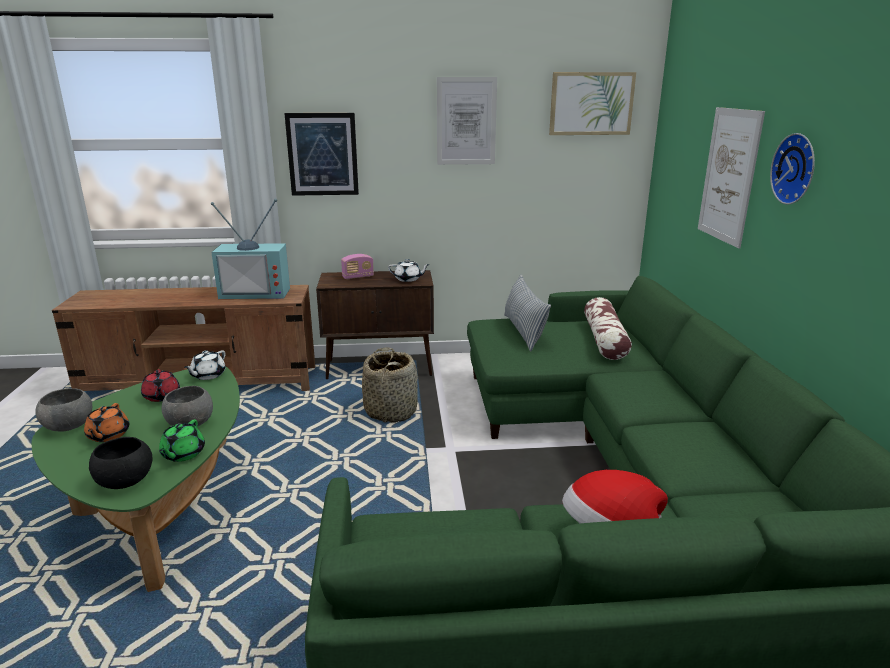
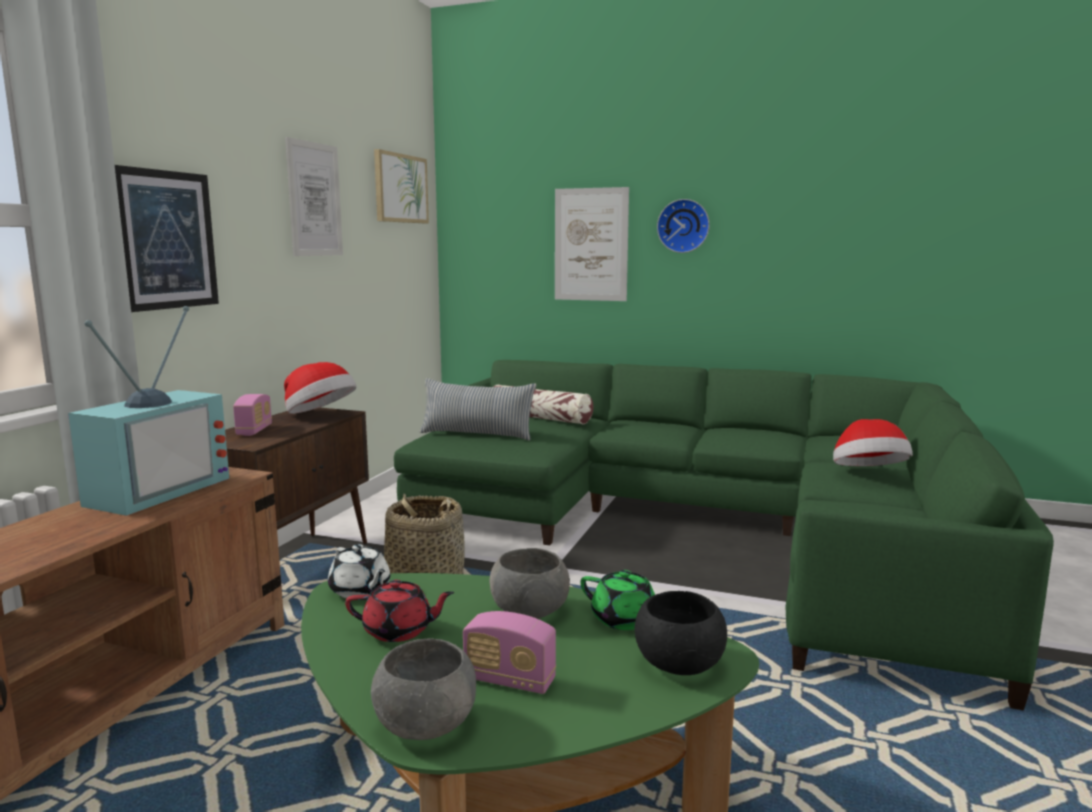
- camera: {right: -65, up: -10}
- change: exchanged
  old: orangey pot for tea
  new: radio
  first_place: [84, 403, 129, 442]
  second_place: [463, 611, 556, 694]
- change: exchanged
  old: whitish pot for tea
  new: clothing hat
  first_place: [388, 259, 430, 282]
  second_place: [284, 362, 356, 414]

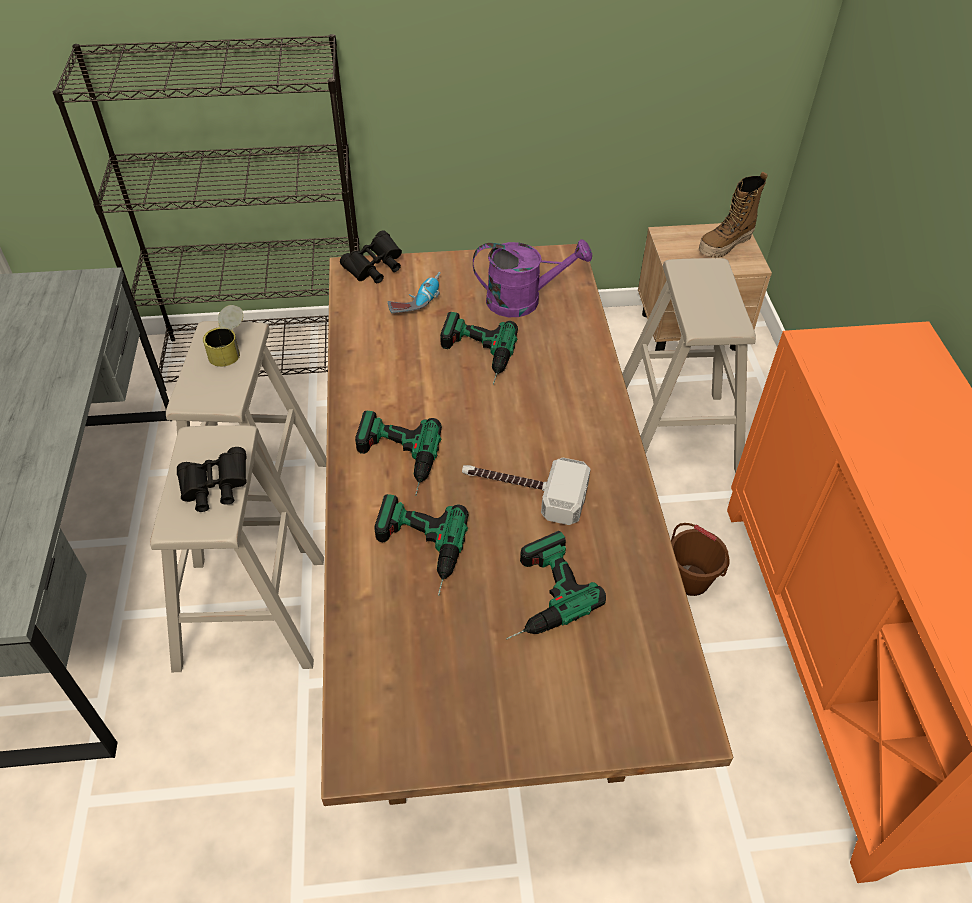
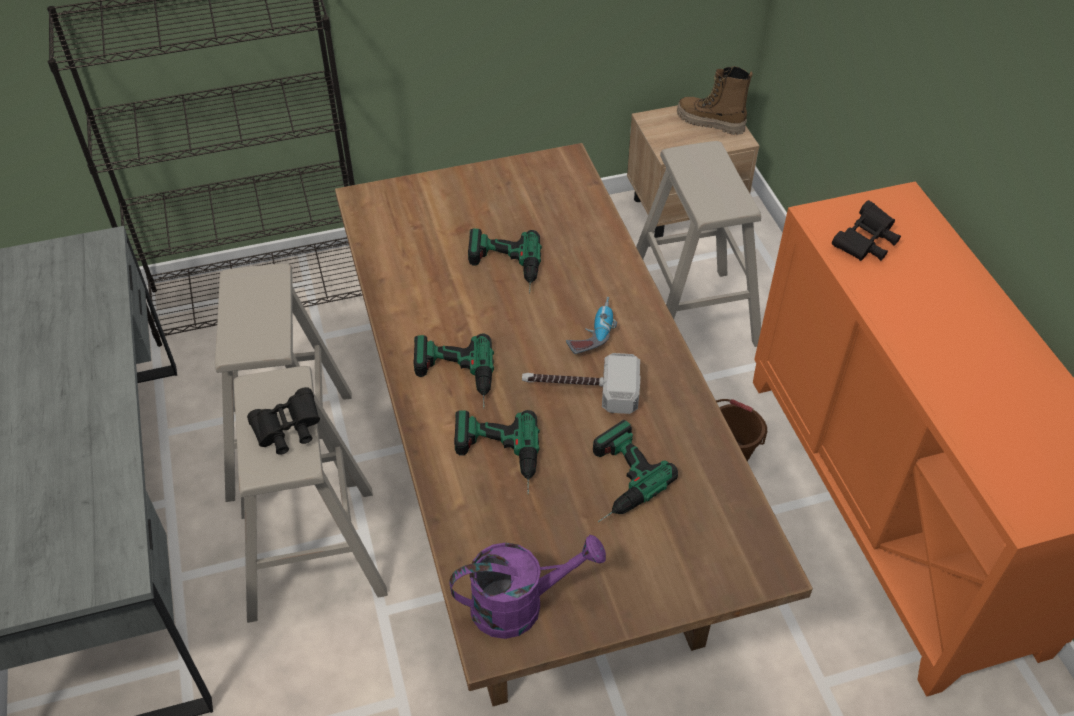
- camera: {right: -10, up: 0}
- change: missing
  old: metal can
  first_place: [203, 305, 243, 367]
- change: relocated
  old: black binoculars
  first_place: [340, 231, 402, 283]
  second_place: [832, 200, 901, 261]
- change: relocated
  old: power drill
  first_place: [388, 272, 441, 313]
  second_place: [566, 297, 617, 354]
- change: relocated
  old: purplish watering pot
  first_place: [473, 239, 592, 317]
  second_place: [449, 535, 606, 639]
- change: spun
  old: tall boot
  first_place: [699, 172, 768, 258]
  second_place: [677, 66, 753, 135]
  degrees: 75

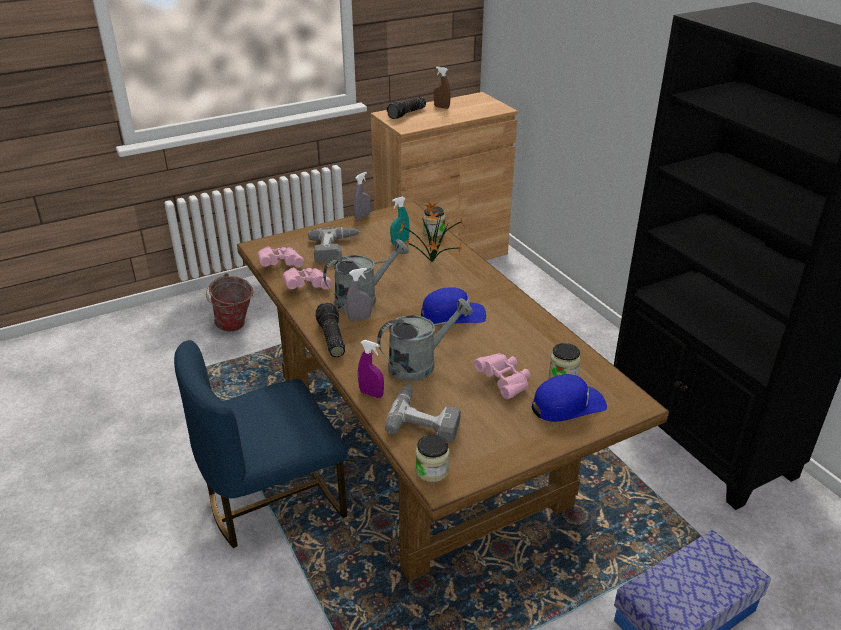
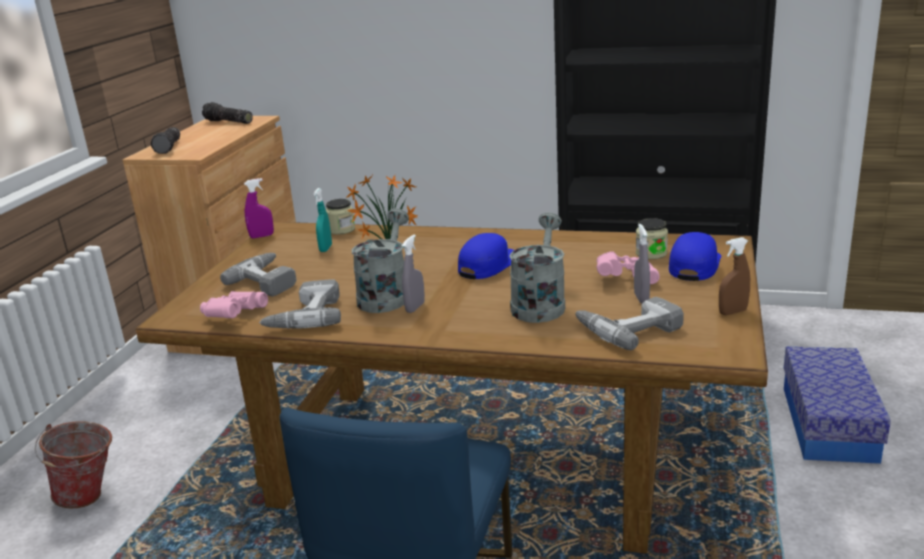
- camera: {right: -45, up: -10}
- change: missing
  old: preserve jar
  first_place: [416, 434, 450, 482]
- change: relocated
  old: torch
  first_place: [316, 303, 345, 357]
  second_place: [202, 102, 253, 124]
- change: relocated
  old: grey spray bottle
  first_place: [353, 172, 370, 220]
  second_place: [634, 224, 650, 303]
- change: relocated
  old: purplish spray bottle
  first_place: [358, 340, 384, 398]
  second_place: [244, 178, 274, 238]
- change: relocated
  old: brown spray bottle
  first_place: [434, 67, 451, 109]
  second_place: [719, 237, 750, 315]
- change: exchanged
  old: pink-coloured binoculars
  new: power drill
  first_place: [283, 268, 332, 290]
  second_place: [259, 279, 341, 329]

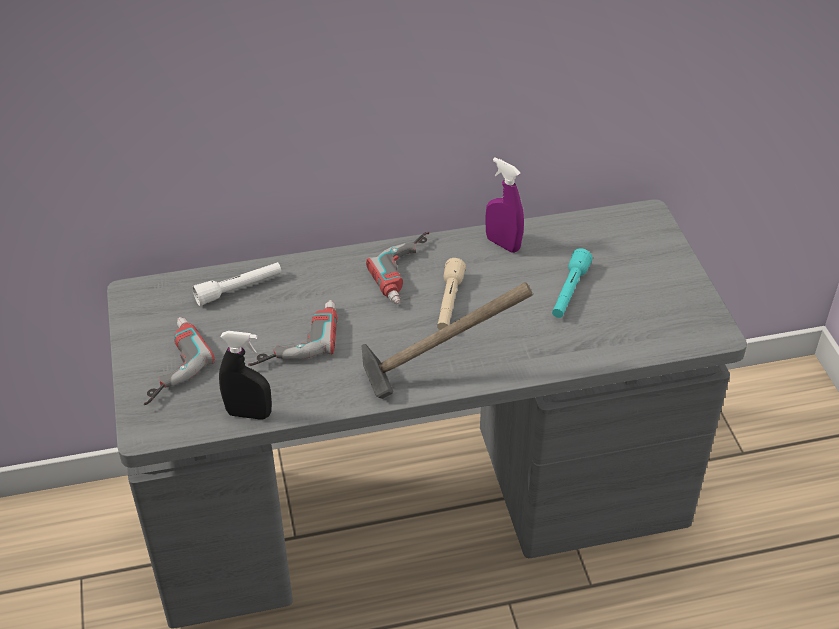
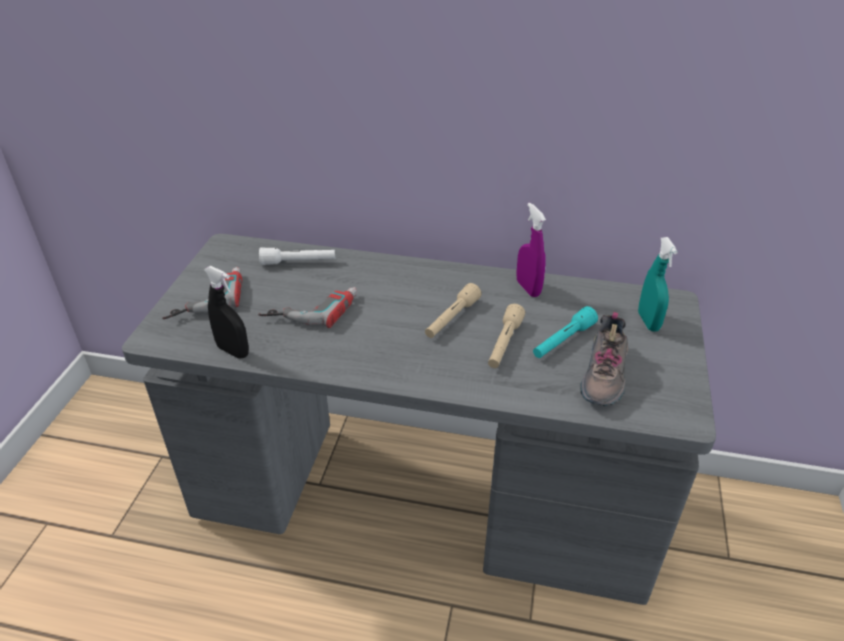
- camera: {right: 25, up: -5}
- change: missing
  old: tool hammer
  first_place: [362, 282, 533, 399]
- change: missing
  old: power drill
  first_place: [366, 232, 430, 304]
- change: appeared
  new: sand-coloured torch
  second_place: [488, 304, 525, 368]
- change: appeared
  new: shoe
  second_place: [580, 312, 628, 406]
- change: appeared
  new: blue-green spray bottle
  second_place: [638, 237, 678, 331]

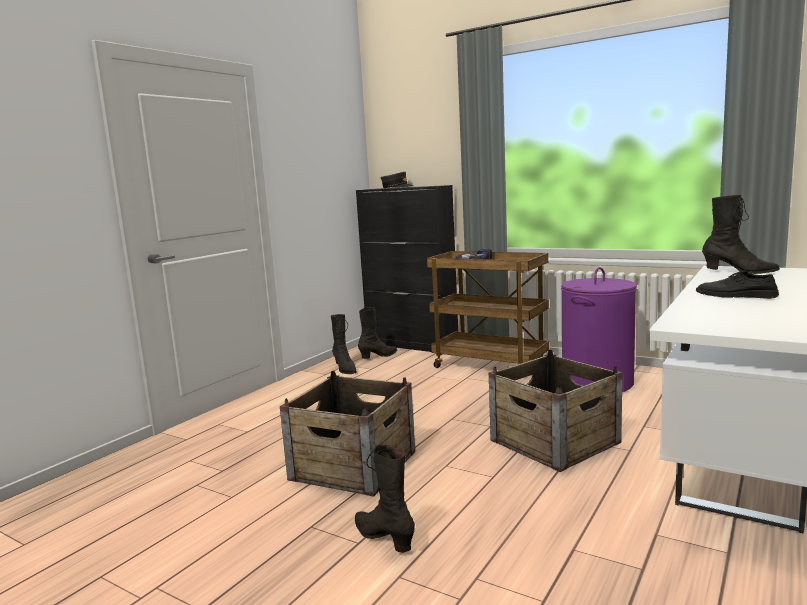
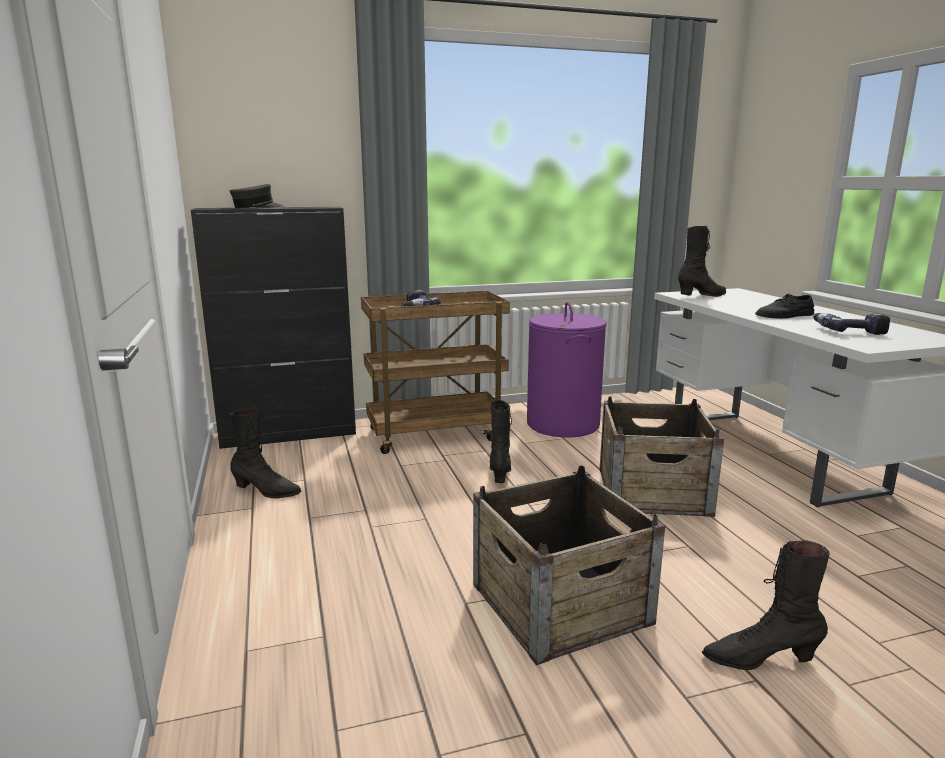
- camera: {right: -50, up: 5}
- change: appeared
  new: power drill
  second_place: [813, 313, 890, 335]
- change: relocated
  old: black tall boot
  first_place: [358, 307, 397, 359]
  second_place: [490, 400, 512, 483]

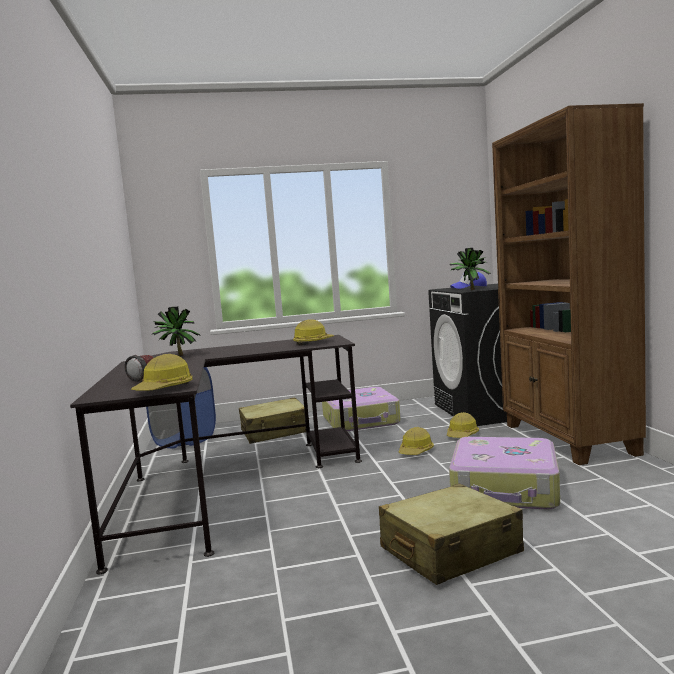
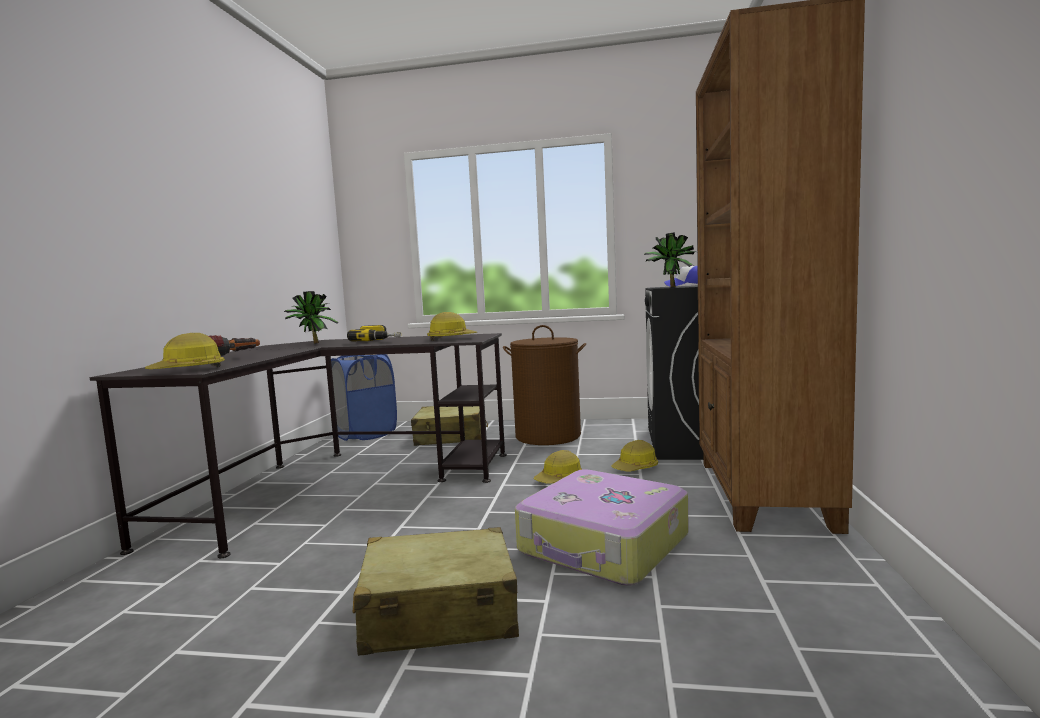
- camera: {right: 20, up: 0}
- change: appeared
  new: power drill
  second_place: [347, 325, 401, 341]
- change: exchanged
  old: travel case
  new: brown hamper
  first_place: [322, 387, 401, 431]
  second_place: [503, 325, 586, 445]

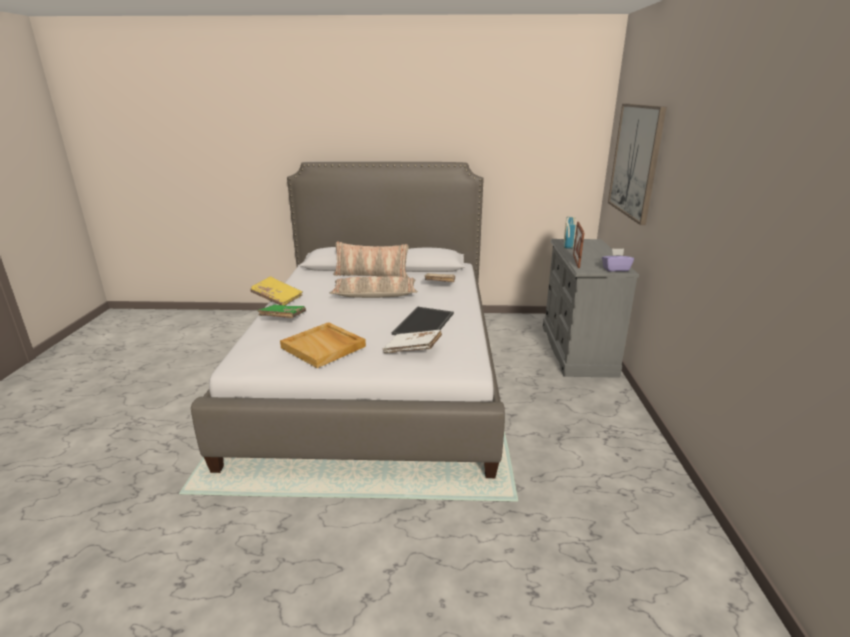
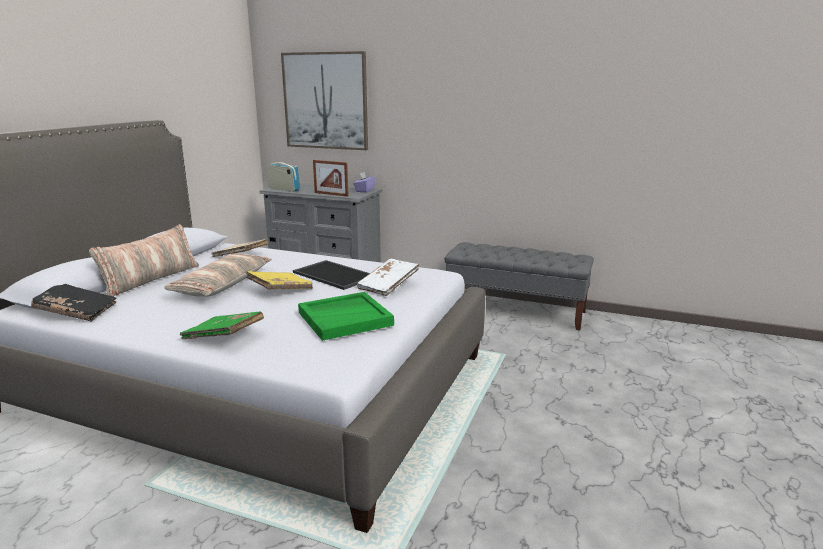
- camera: {right: -70, up: -5}
- change: appeared
  new: black bound book
  second_place: [31, 284, 116, 322]
- change: appeared
  new: grey bench
  second_place: [444, 242, 594, 331]
- change: relocated
  old: yellow-coloured bound book
  first_place: [250, 276, 303, 306]
  second_place: [246, 271, 313, 289]
- change: colour
  old: sand-coloured carrying tray
  new: green carrying tray
  first_place: [280, 322, 366, 368]
  second_place: [298, 292, 394, 341]

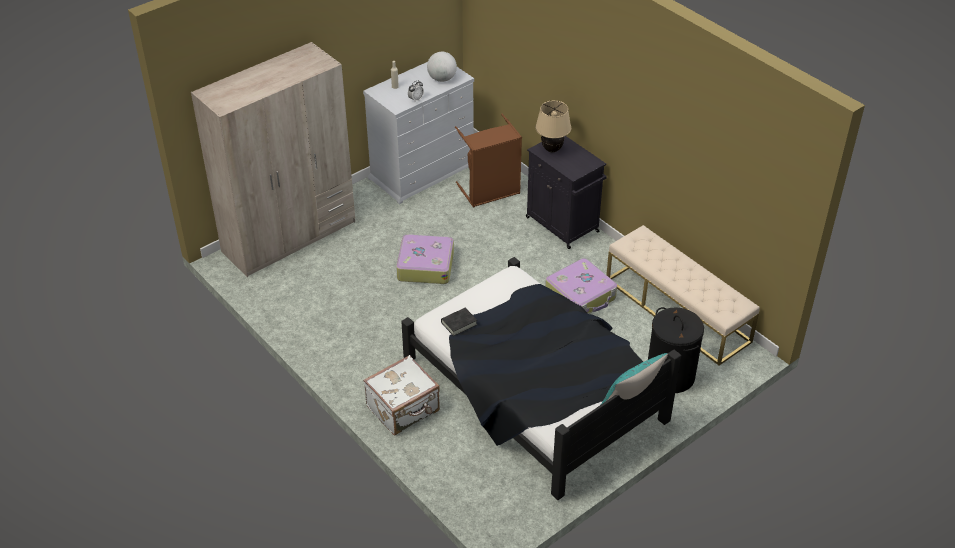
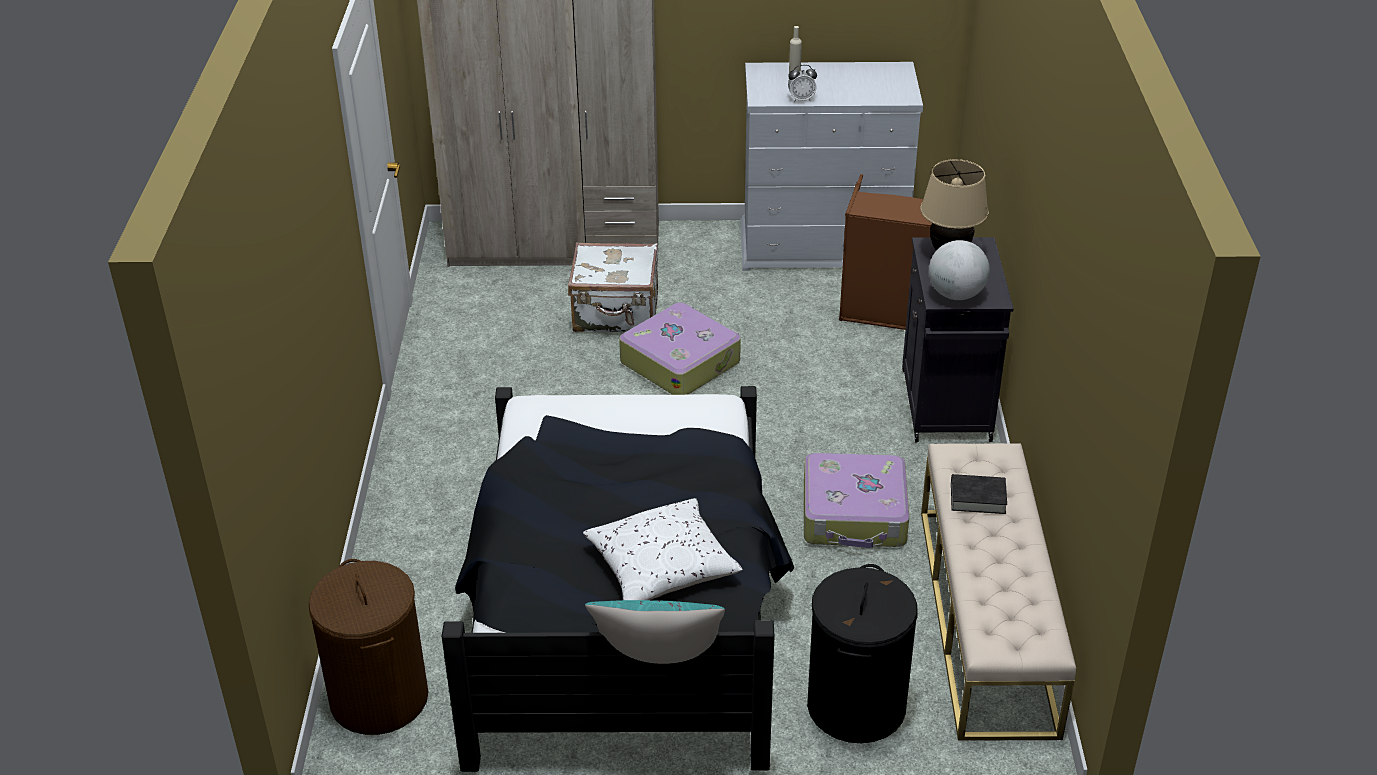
- camera: {right: 40, up: -5}
- change: appeared
  new: brown hamper
  second_place: [309, 559, 428, 735]
- change: appeared
  new: whitish pillow
  second_place: [583, 498, 743, 600]
- change: relocated
  old: whitish travel case
  first_place: [363, 355, 440, 435]
  second_place: [568, 242, 658, 332]
- change: relocated
  old: desk globe
  first_place: [427, 52, 457, 82]
  second_place: [929, 240, 990, 300]
- change: relocated
  old: black bound book
  first_place: [441, 308, 477, 336]
  second_place: [951, 474, 1007, 514]

